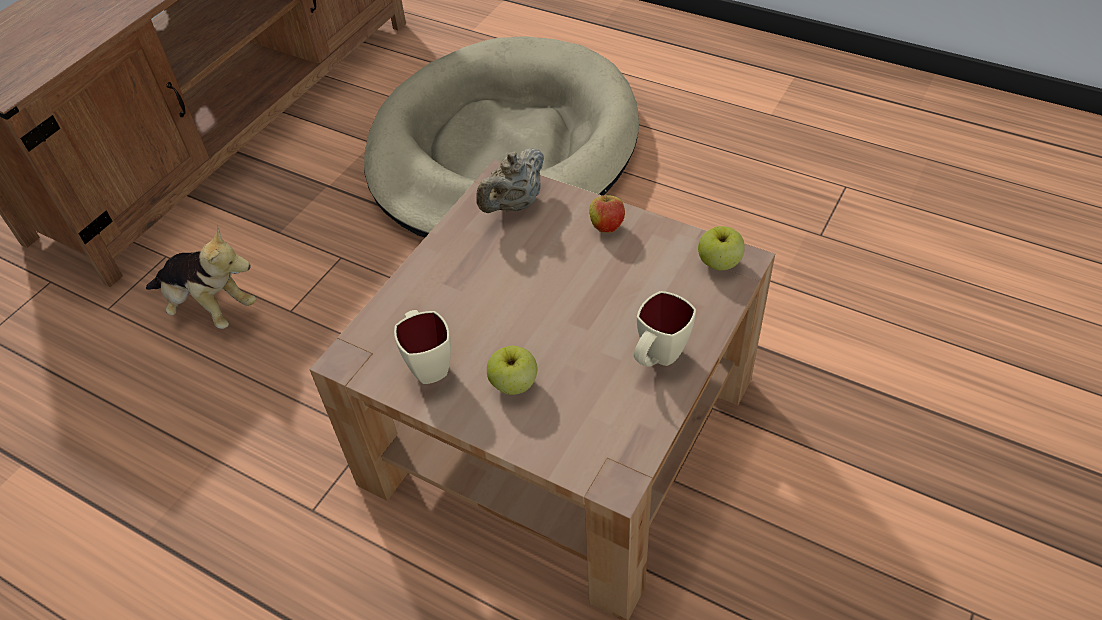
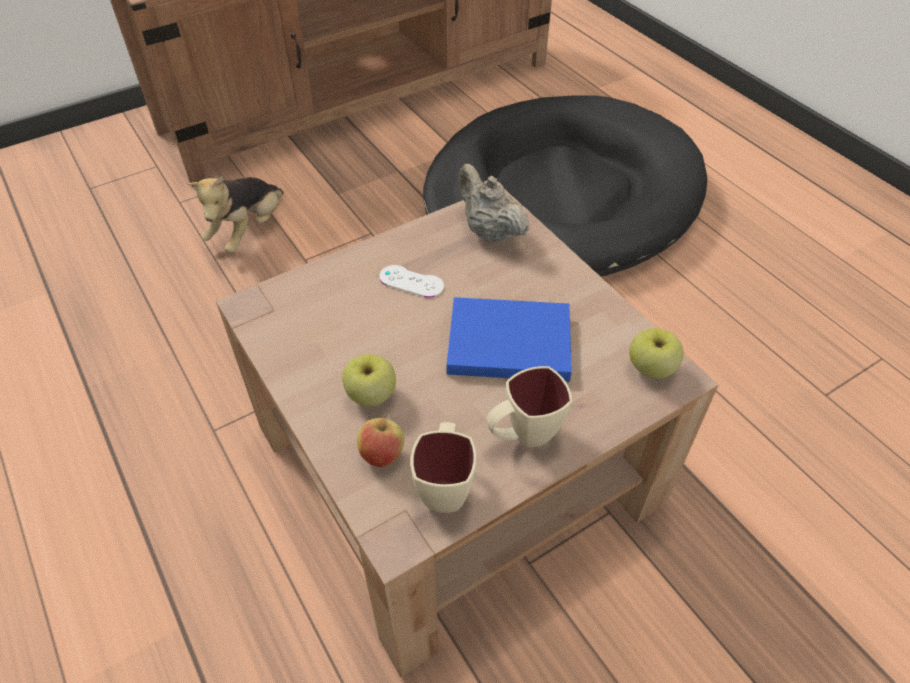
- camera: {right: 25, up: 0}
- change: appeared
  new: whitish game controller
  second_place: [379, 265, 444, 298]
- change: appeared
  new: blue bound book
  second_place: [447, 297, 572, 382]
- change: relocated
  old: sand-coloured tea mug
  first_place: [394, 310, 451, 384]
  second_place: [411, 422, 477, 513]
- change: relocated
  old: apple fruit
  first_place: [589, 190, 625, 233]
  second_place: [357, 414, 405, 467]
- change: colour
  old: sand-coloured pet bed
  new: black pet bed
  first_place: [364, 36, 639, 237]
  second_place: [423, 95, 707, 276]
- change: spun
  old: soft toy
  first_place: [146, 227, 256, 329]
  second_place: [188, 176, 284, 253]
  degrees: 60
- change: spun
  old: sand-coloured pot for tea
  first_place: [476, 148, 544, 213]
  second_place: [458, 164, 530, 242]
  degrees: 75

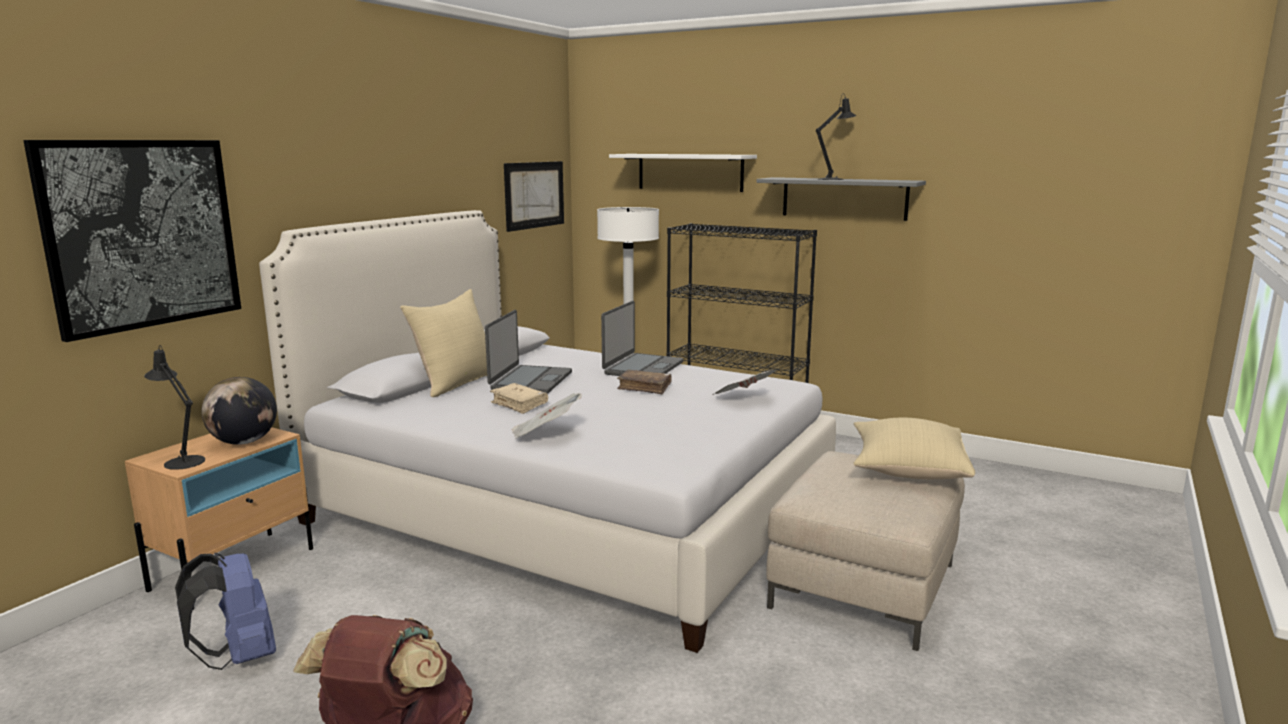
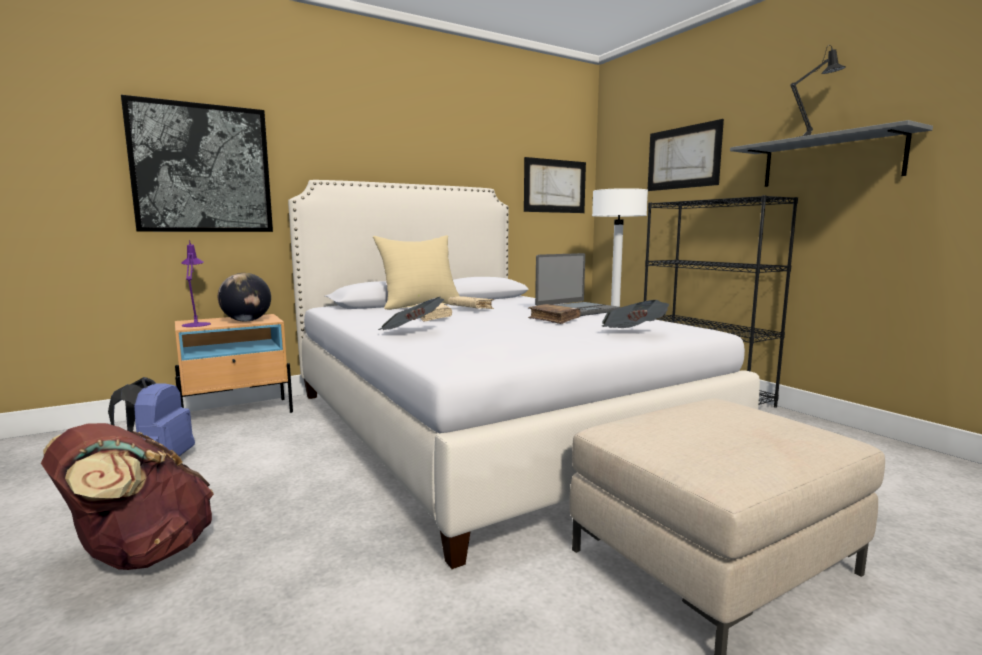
- camera: {right: 30, up: -5}
- change: missing
  old: sand-coloured pillow
  first_place: [853, 418, 975, 479]
- change: exchanged
  old: laptop
  new: sand-coloured bound book
  first_place: [485, 310, 572, 394]
  second_place: [448, 296, 494, 309]
- change: exchanged
  old: whitish bracket shelf
  new: picture
  first_place: [609, 154, 757, 192]
  second_place: [648, 119, 724, 191]
- change: colour
  old: black table lamp
  new: purplish table lamp
  first_place: [144, 345, 205, 470]
  second_place: [181, 240, 211, 327]

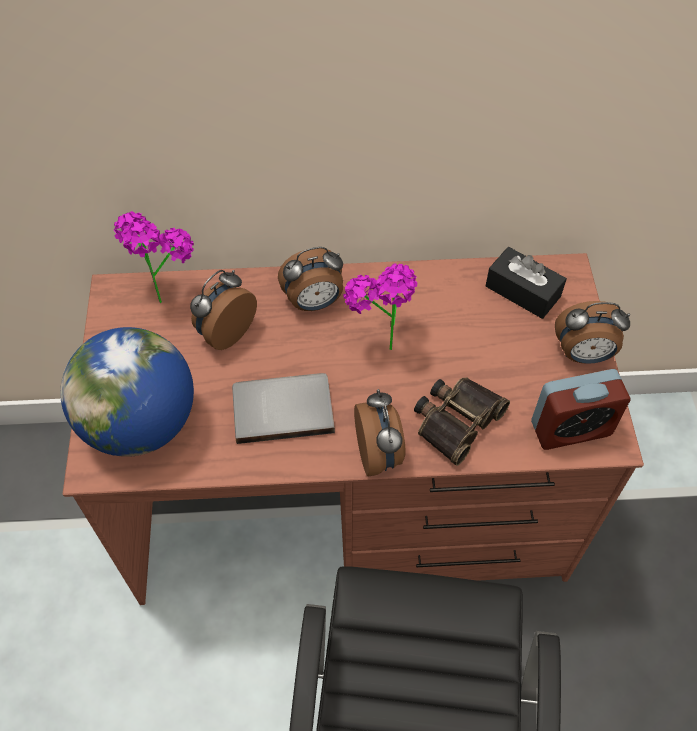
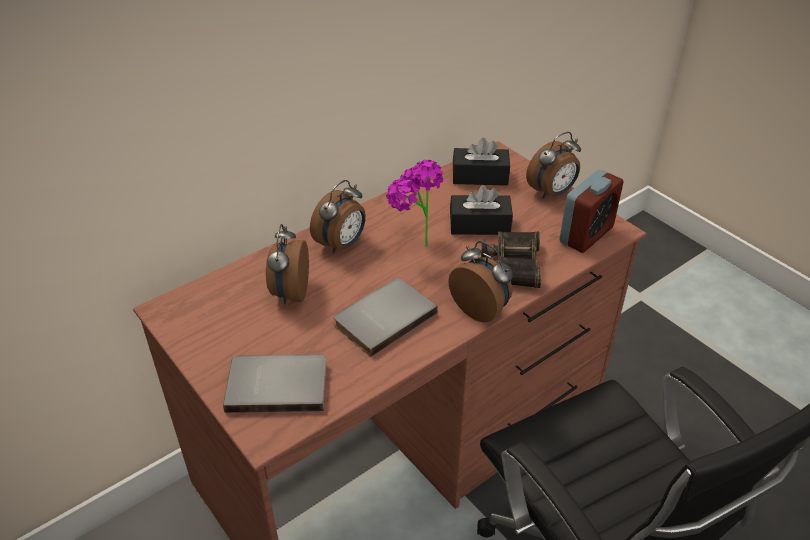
- camera: {right: -35, up: -15}
- change: missing
  old: plant in a pot
  first_place: [114, 211, 194, 303]
- change: appeared
  new: black tissue holder
  second_place: [450, 185, 513, 235]
- change: exchanged
  old: desk globe
  new: grey bound book
  first_place: [60, 327, 194, 457]
  second_place: [223, 354, 327, 413]

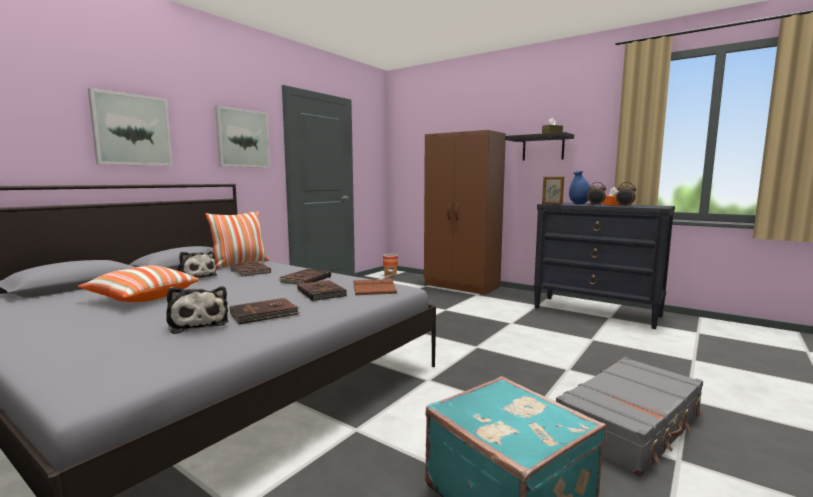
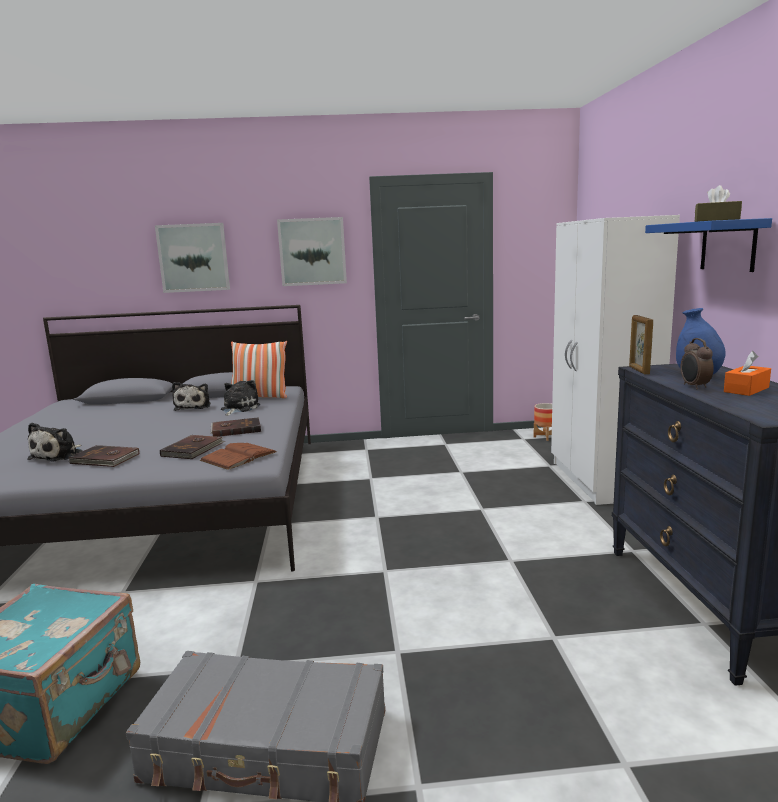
- camera: {right: 50, up: 5}
- change: missing
  old: pillow
  first_place: [78, 265, 199, 302]
- change: missing
  old: alarm clock
  first_place: [616, 182, 636, 206]
- change: exchanged
  old: brown bound book
  new: soft toy
  first_place: [230, 262, 271, 277]
  second_place: [221, 380, 260, 416]
- change: colour
  old: brown clothes cupboard
  new: whitish clothes cupboard
  first_place: [424, 130, 506, 295]
  second_place: [551, 215, 680, 505]
- change: colour
  old: black bracket shelf
  new: blue bracket shelf
  first_place: [505, 132, 574, 161]
  second_place: [645, 218, 772, 272]

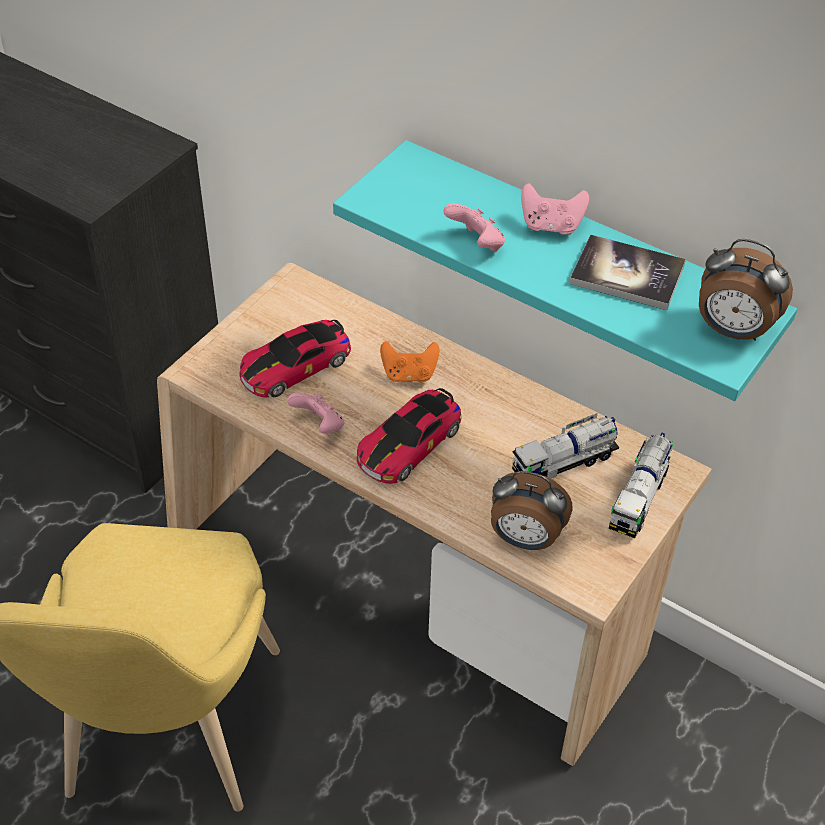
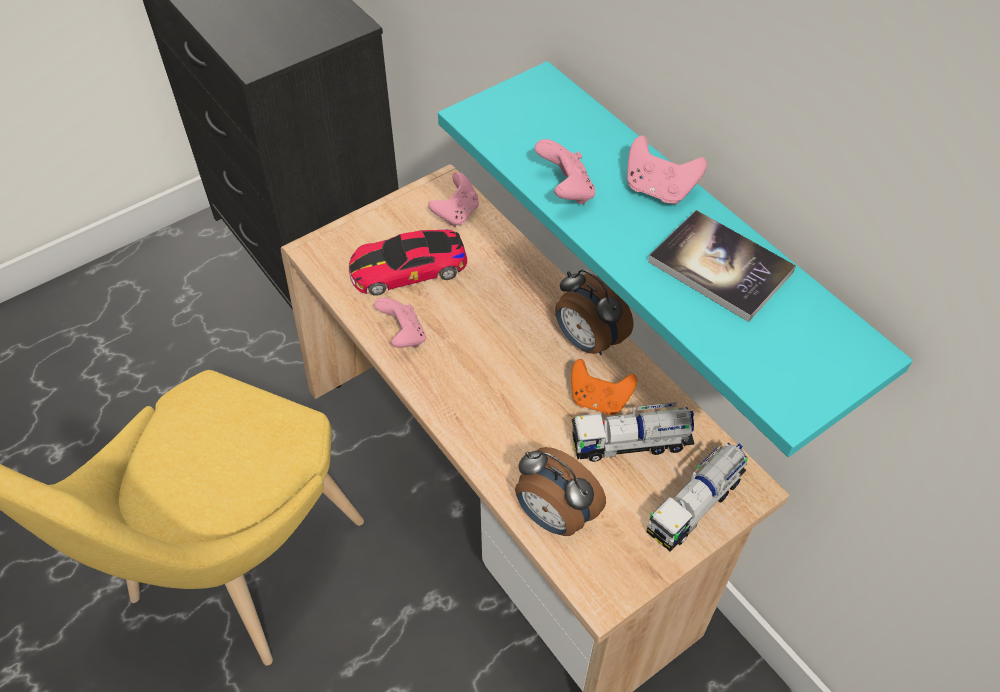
- camera: {right: 20, up: 5}
- change: missing
  old: toy car
  first_place: [357, 388, 461, 484]
- change: appeared
  new: pink-coloured game controller
  second_place: [428, 172, 479, 227]
- change: relocated
  old: orangey game controller
  first_place: [380, 341, 439, 383]
  second_place: [571, 359, 637, 415]
- change: relocated
  old: alarm clock
  first_place: [699, 239, 793, 341]
  second_place: [555, 269, 633, 355]

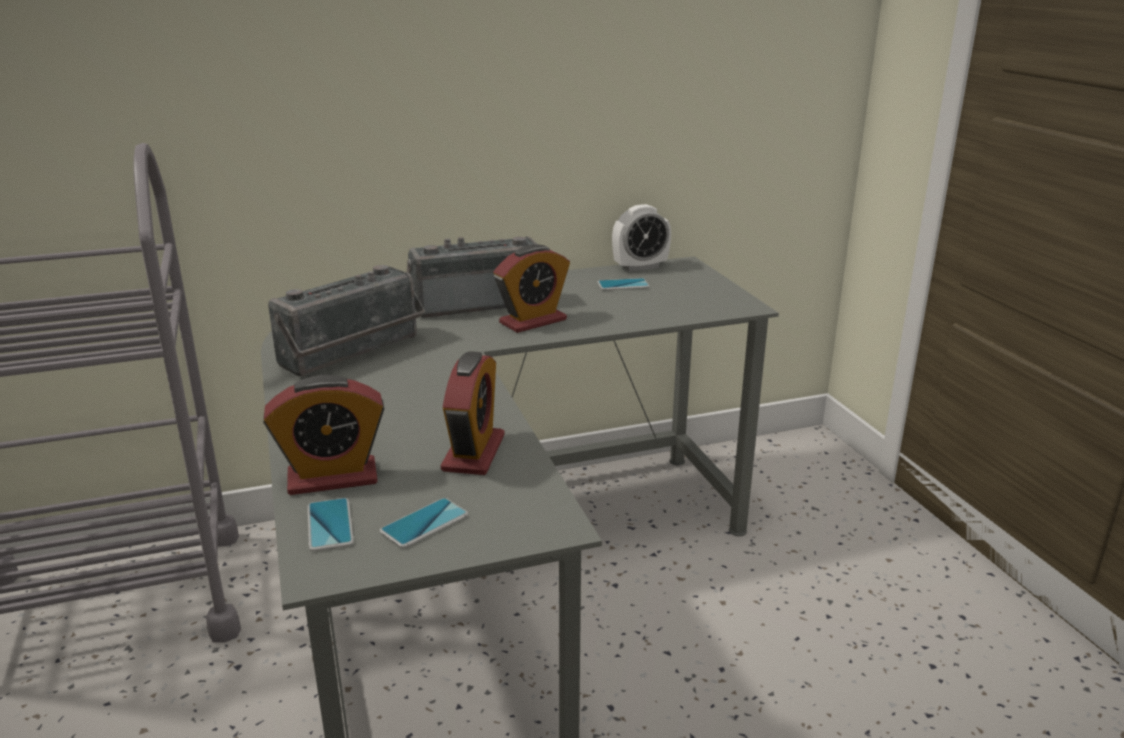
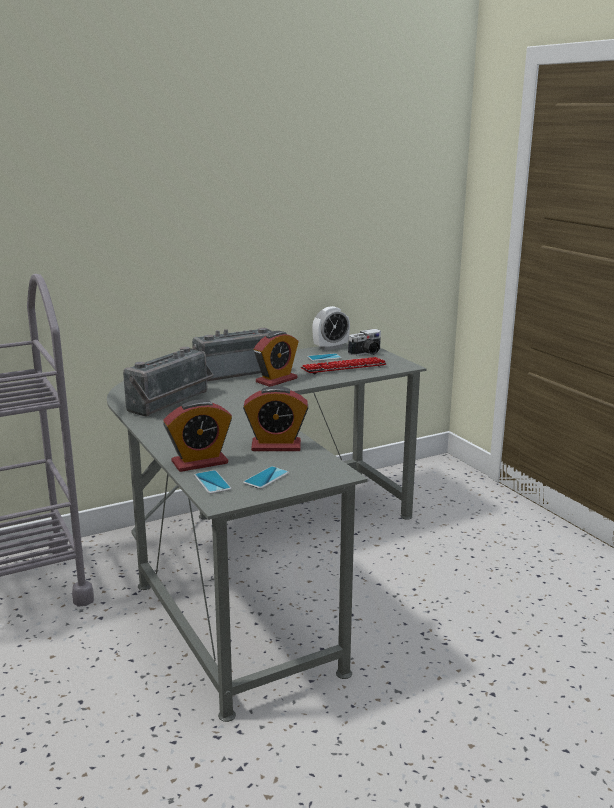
- camera: {right: -10, up: -5}
- change: appeared
  new: PC keyboard
  second_place: [301, 357, 387, 374]
- change: appeared
  new: still camera
  second_place: [348, 329, 381, 355]
- change: spun
  old: alarm clock
  first_place: [441, 351, 505, 475]
  second_place: [243, 386, 308, 451]
  degrees: 90

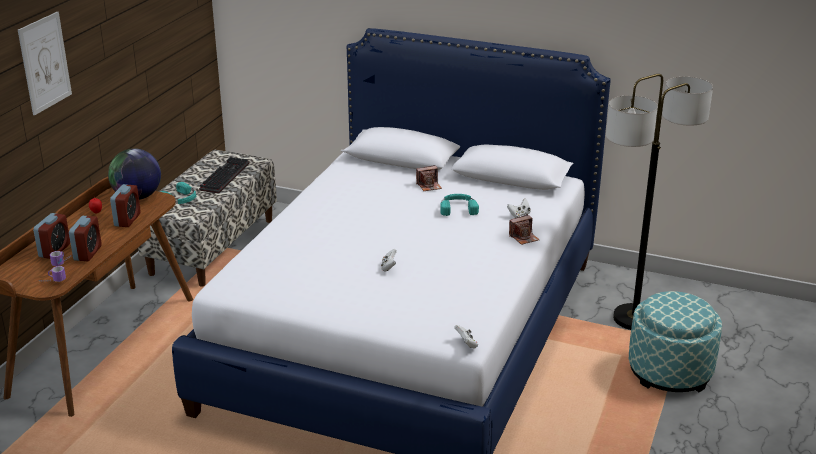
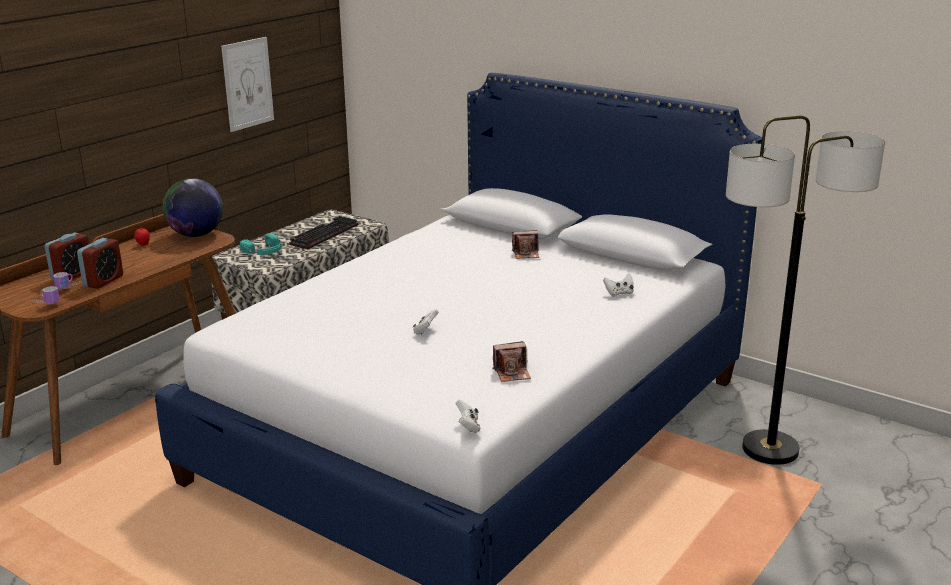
- camera: {right: 15, up: -5}
- change: missing
  old: alarm clock
  first_place: [110, 184, 141, 227]
- change: missing
  old: blue-green headphones
  first_place: [440, 194, 479, 216]
- change: missing
  old: ottoman
  first_place: [629, 291, 722, 393]
- change: relocated
  old: picture
  first_place: [18, 12, 72, 115]
  second_place: [221, 37, 274, 132]
- change: relocated
  old: still camera
  first_place: [509, 215, 539, 245]
  second_place: [493, 341, 531, 382]

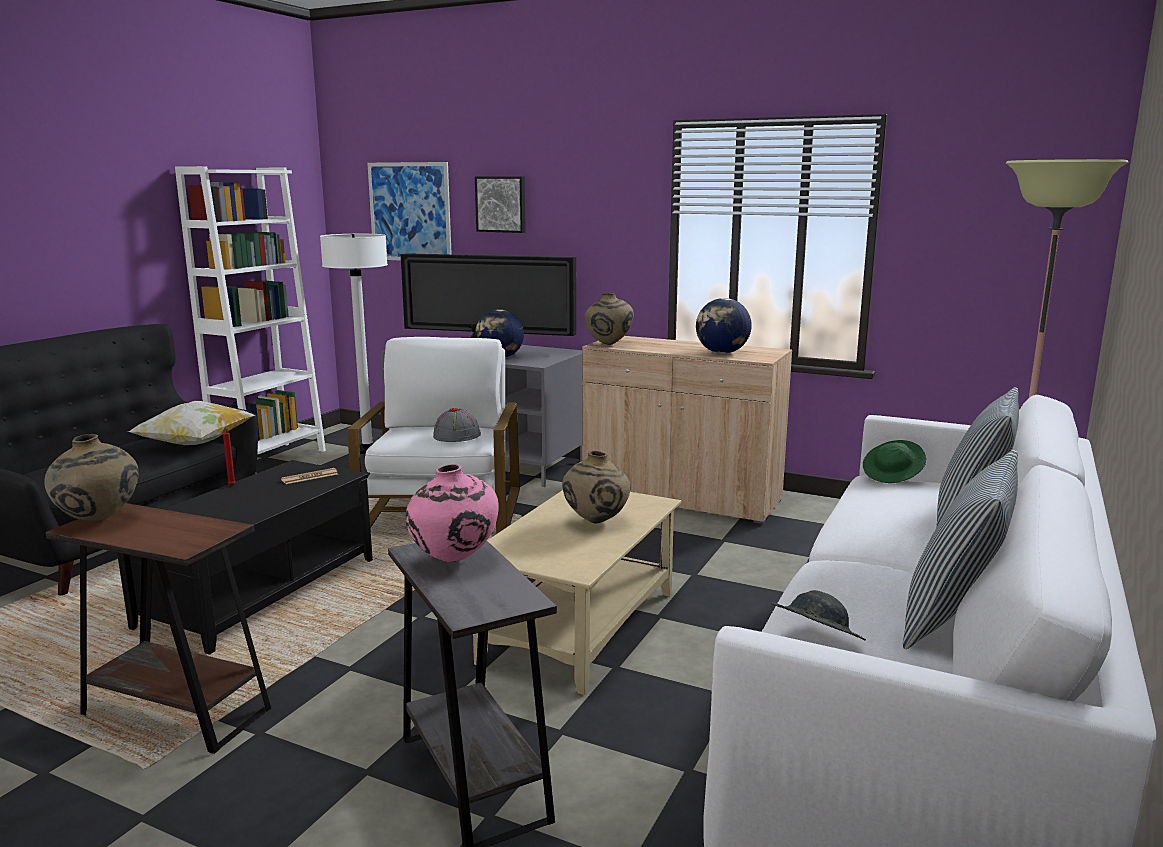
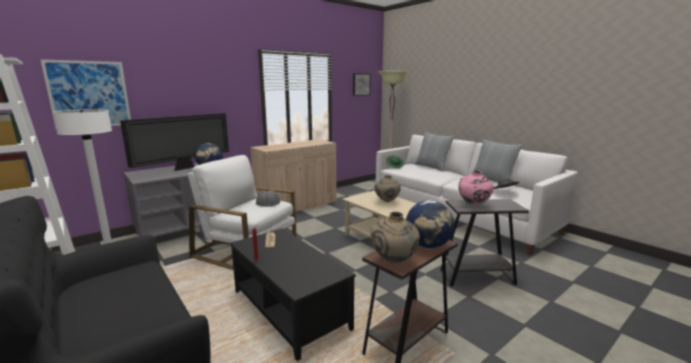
- camera: {right: -65, up: 0}
- change: missing
  old: pillow
  first_place: [128, 401, 255, 445]
- change: missing
  old: sand-coloured vase
  first_place: [584, 292, 634, 345]
- change: relocated
  old: picture
  first_place: [475, 176, 526, 233]
  second_place: [353, 73, 371, 96]
- change: relocated
  old: desk globe
  first_place: [696, 298, 752, 354]
  second_place: [406, 200, 454, 248]

